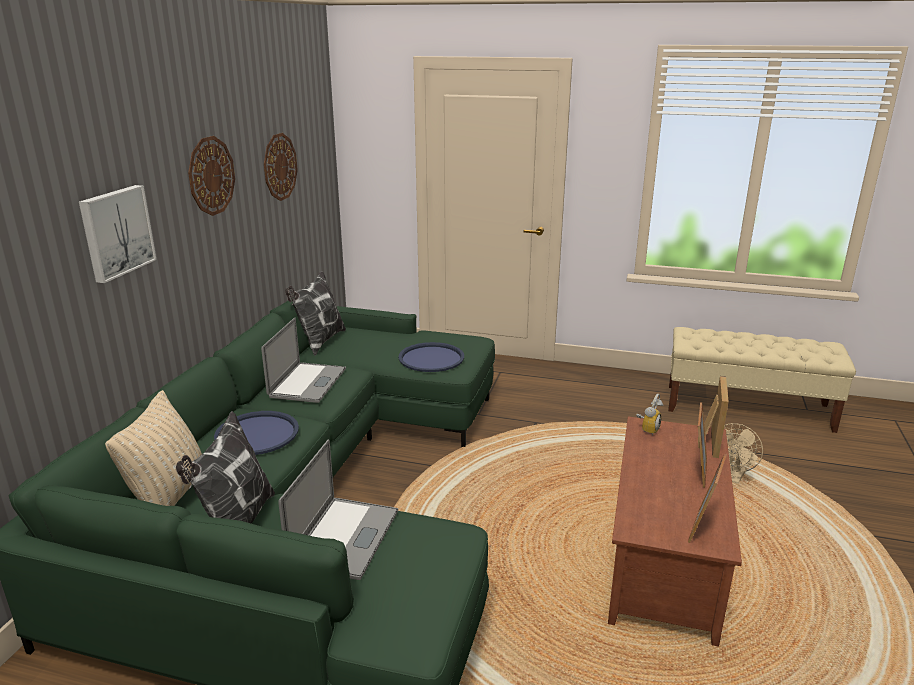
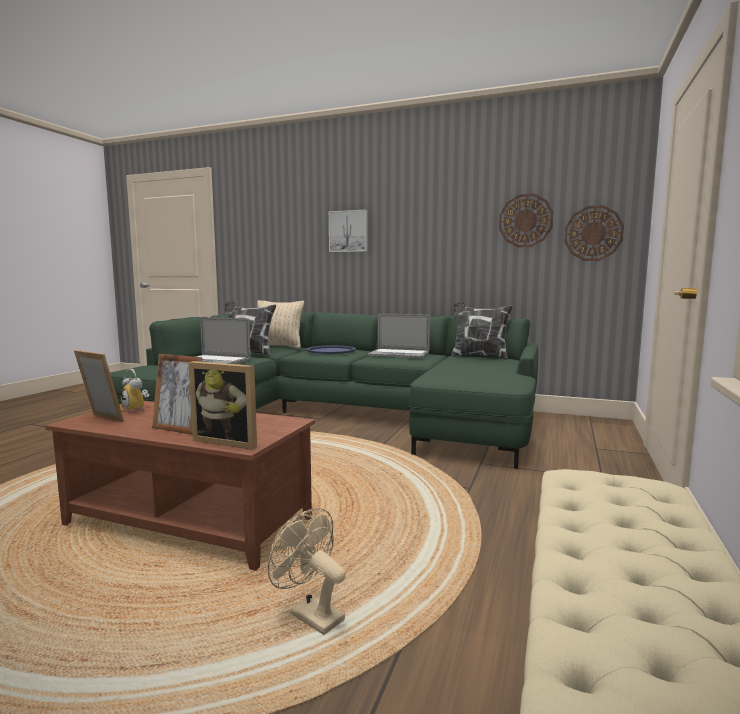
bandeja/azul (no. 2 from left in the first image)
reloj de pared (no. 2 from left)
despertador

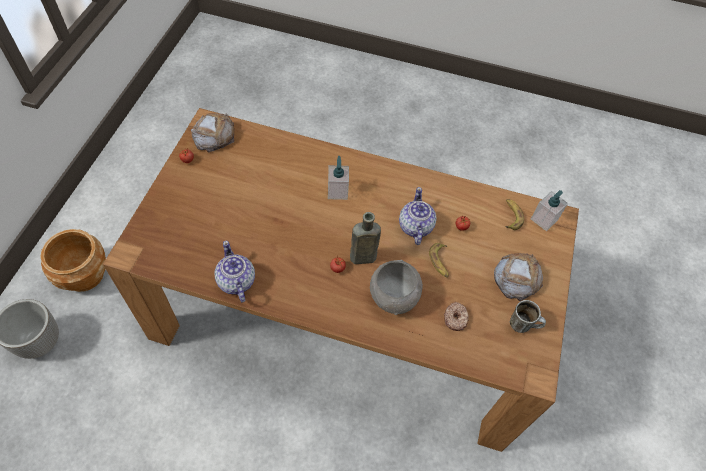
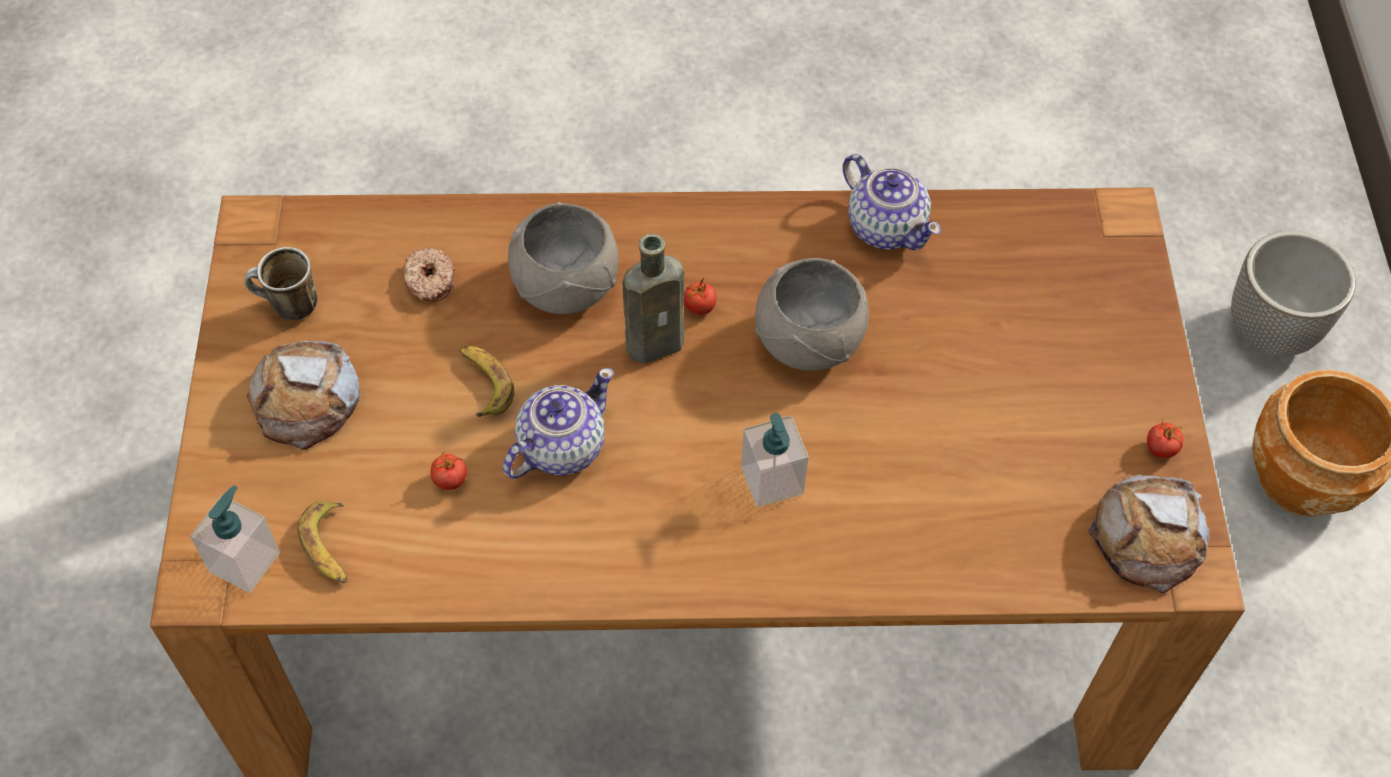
cuenco/gris (no. 2 from left)
tetera (no. 1 from left)

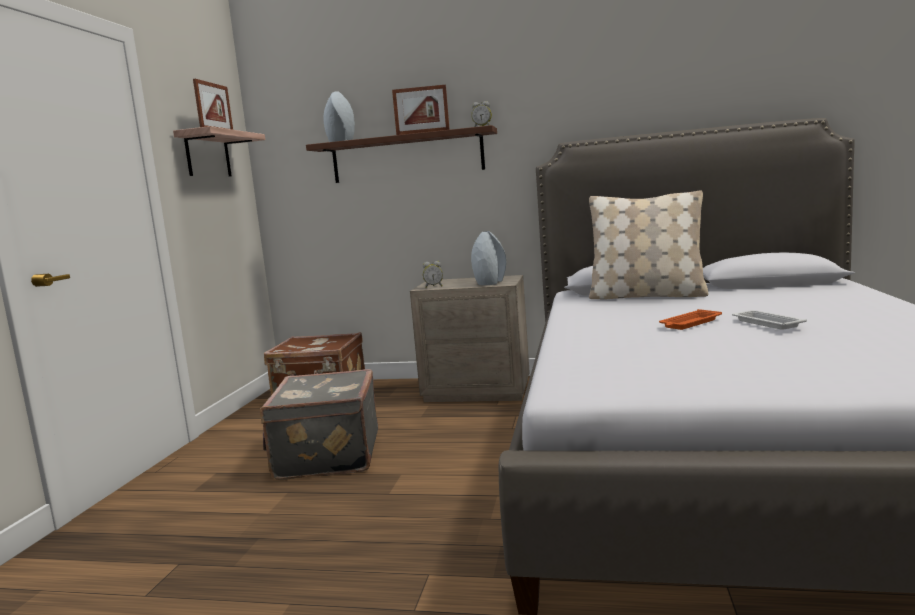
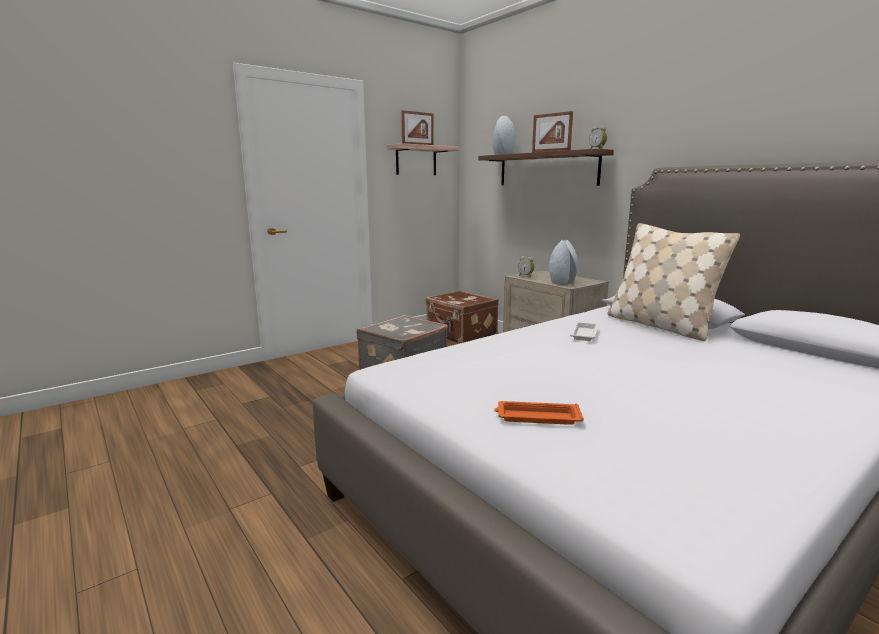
bandeja/naranja
bandeja/blanco

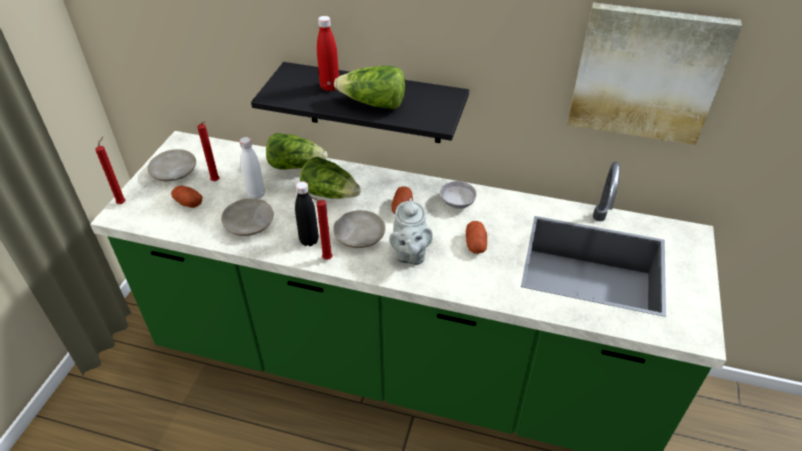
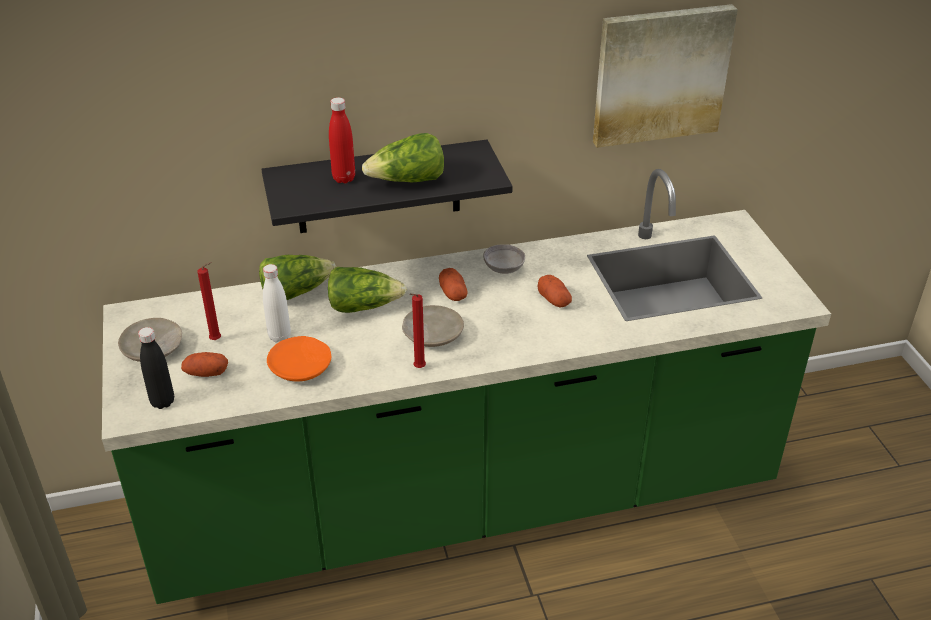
vela/rojo (no. 1 from left in the first image)
tetera/gris
botella/negro
plato/naranja

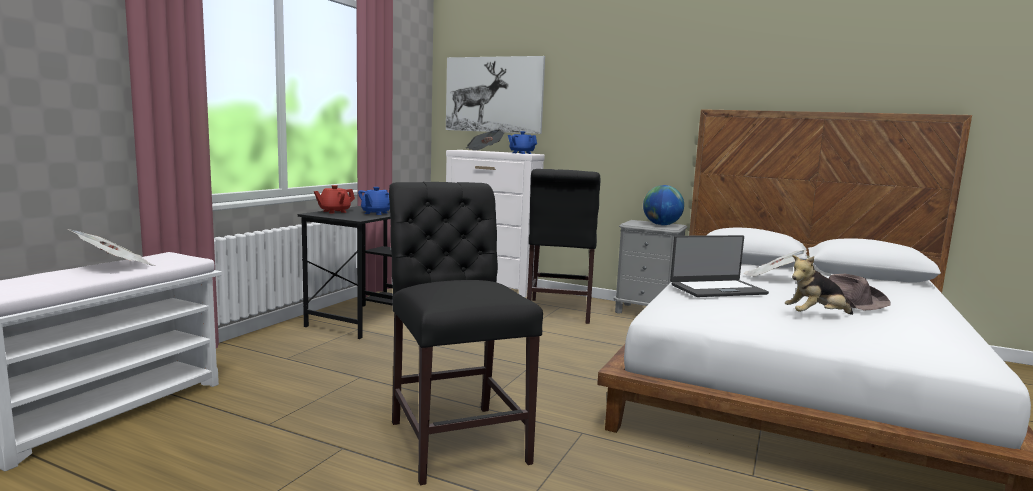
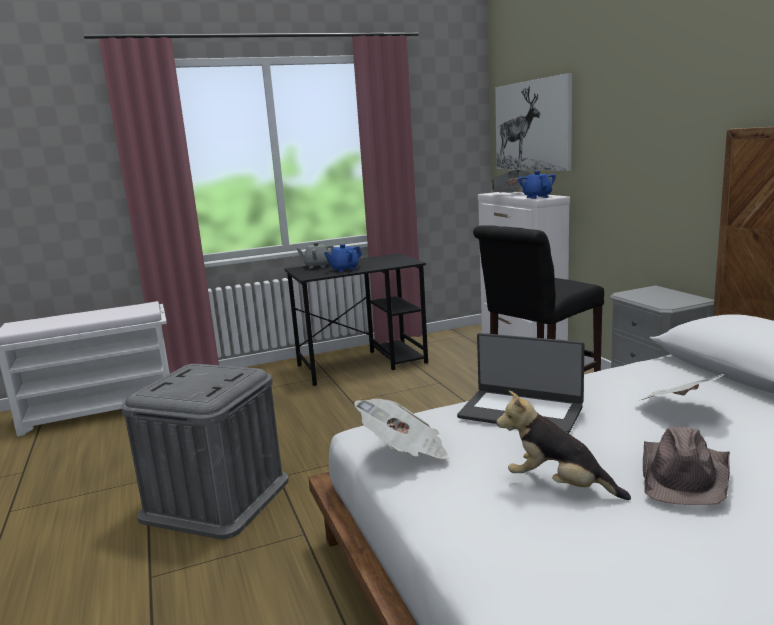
globo terráqueo
periódico (no. 1 from left)
caja de almacenaje/gris
tetera/gris

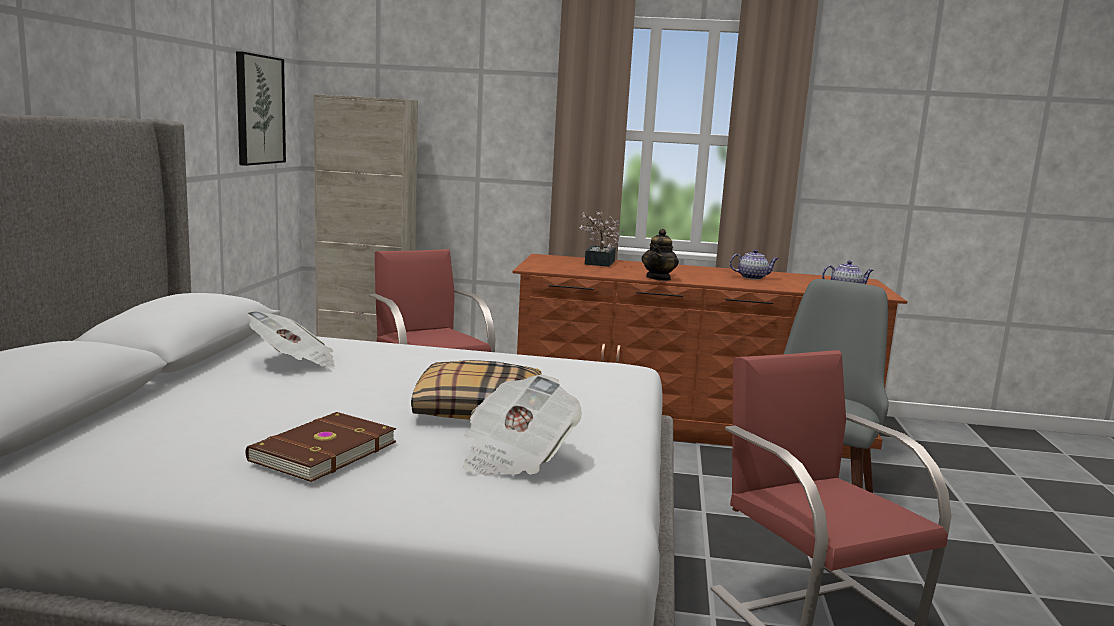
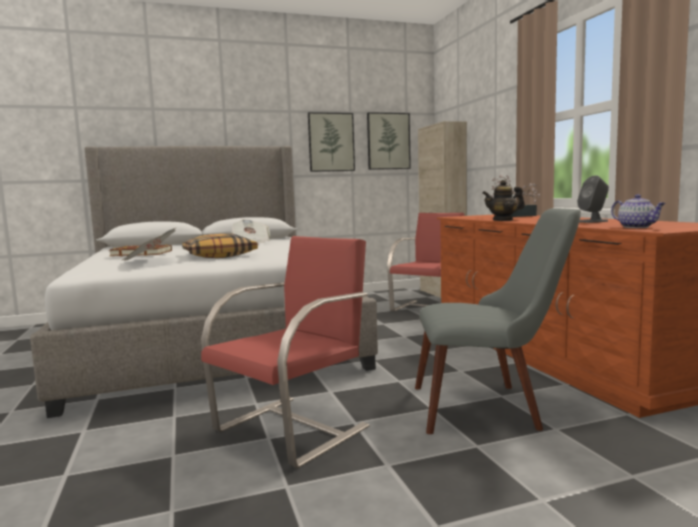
cuadro (no. 1 from left)
altavoz/gris

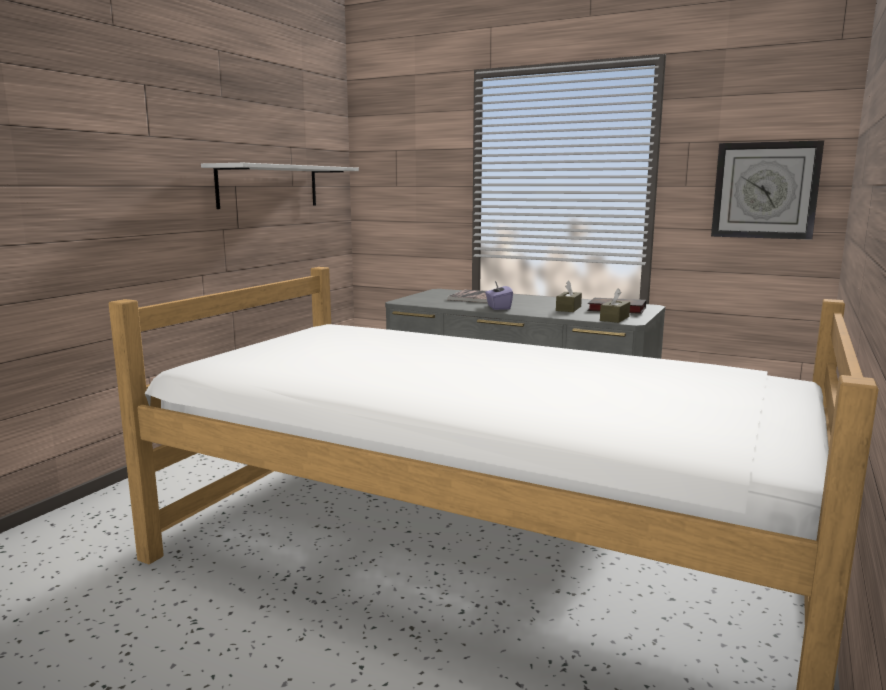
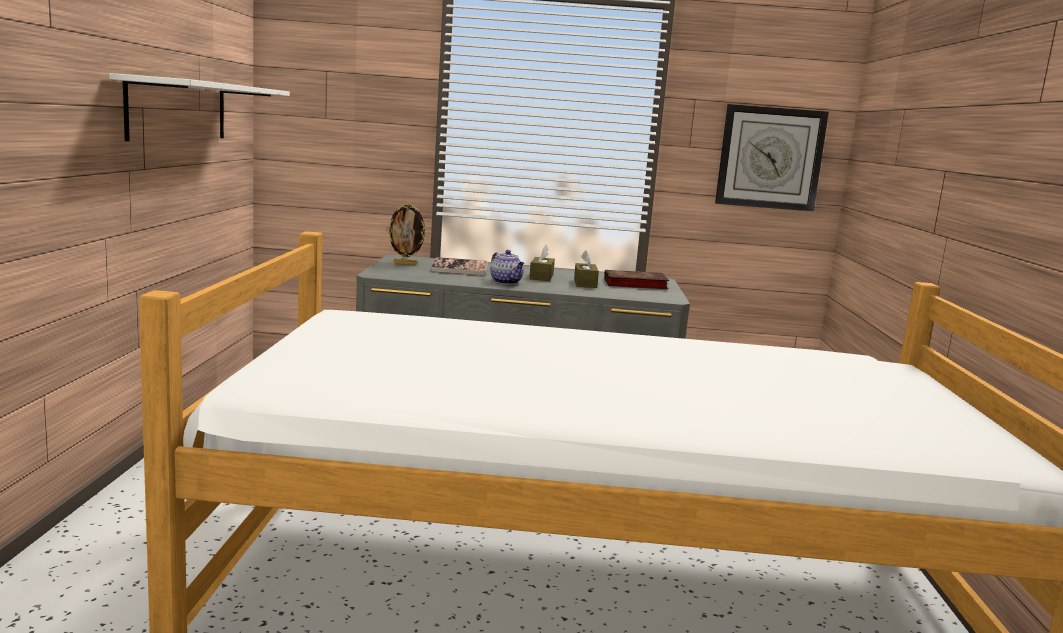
portarretratos
caja de pañuelos/marrón (no. 1 from left)
tetera

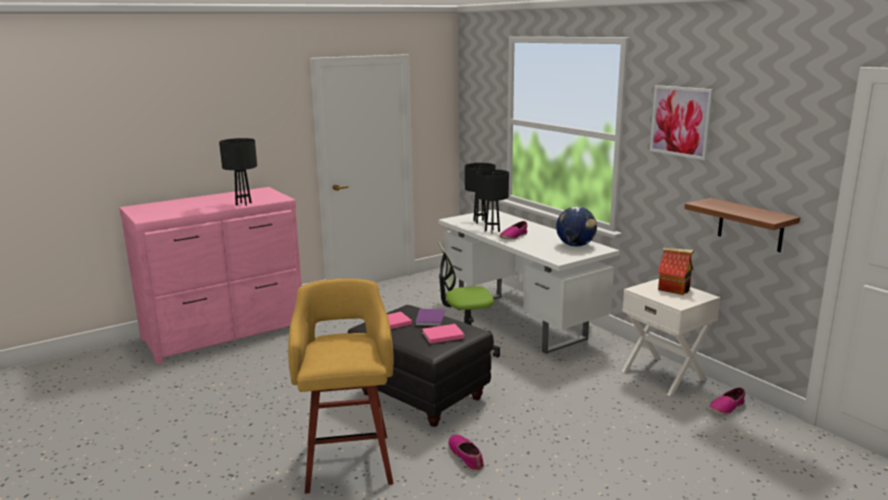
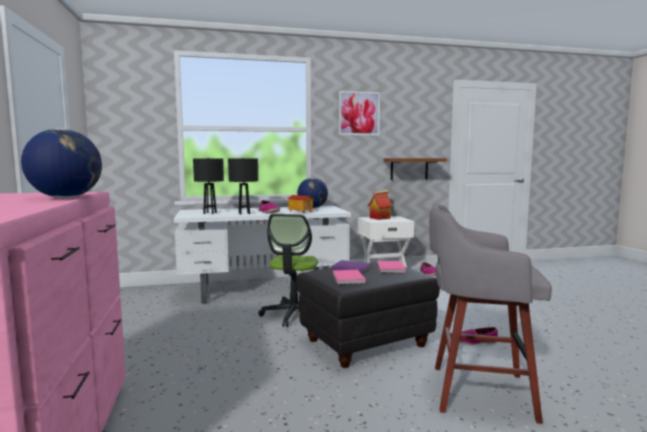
casita (no. 1 from left)
globo terráqueo (no. 1 from left)
taburete/gris

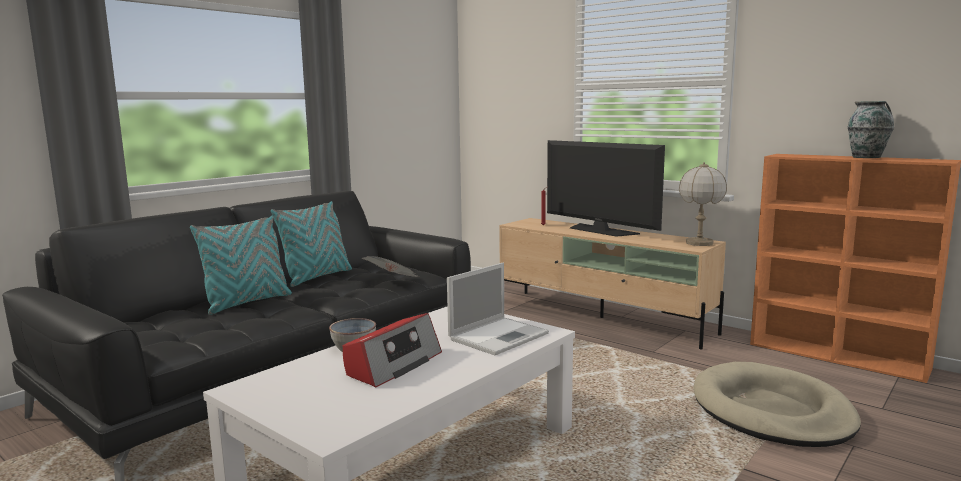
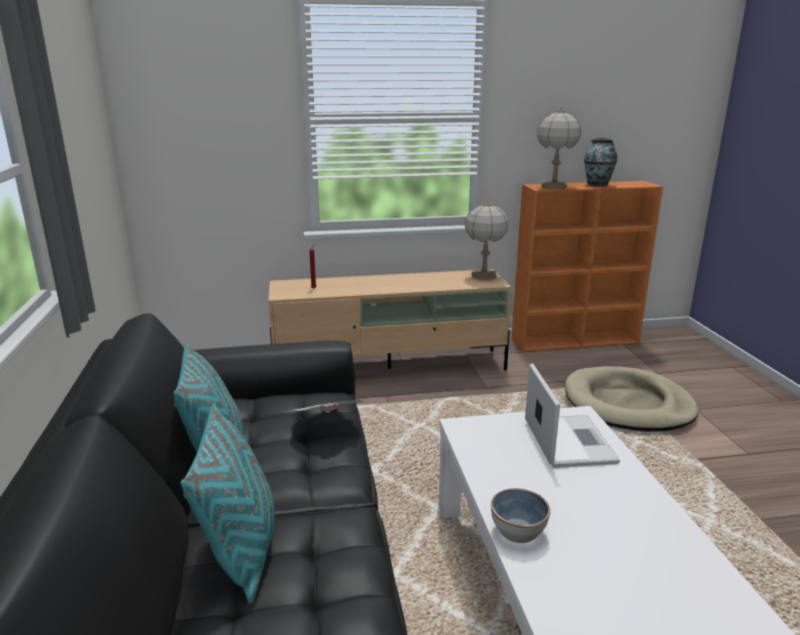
radio
televisor
lámpara de mesa (no. 2 from left)

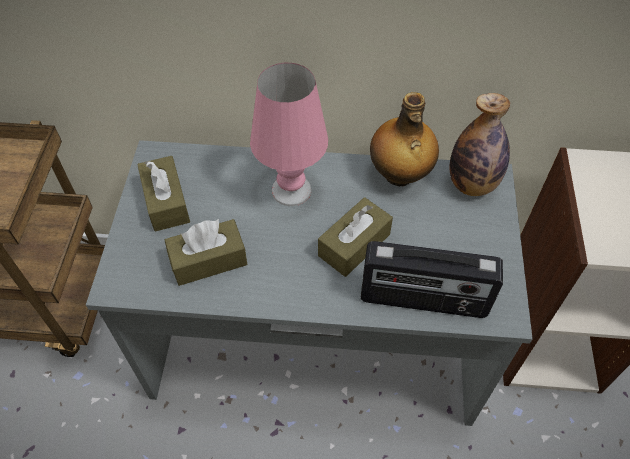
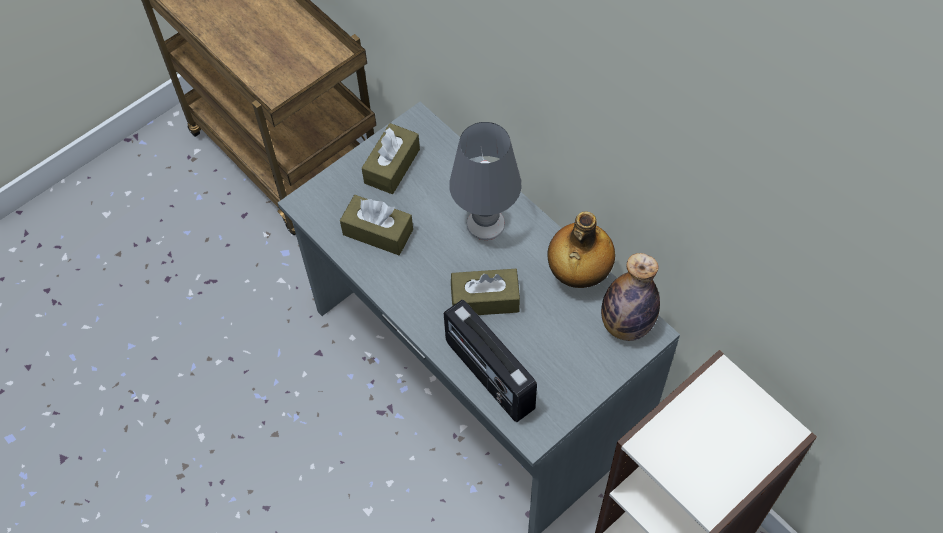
lámpara de mesa/gris

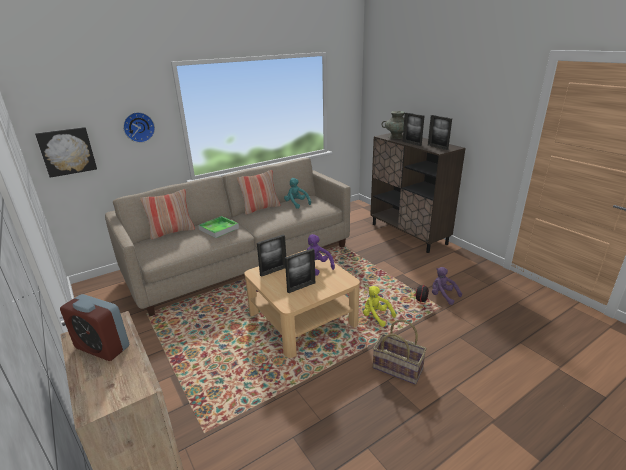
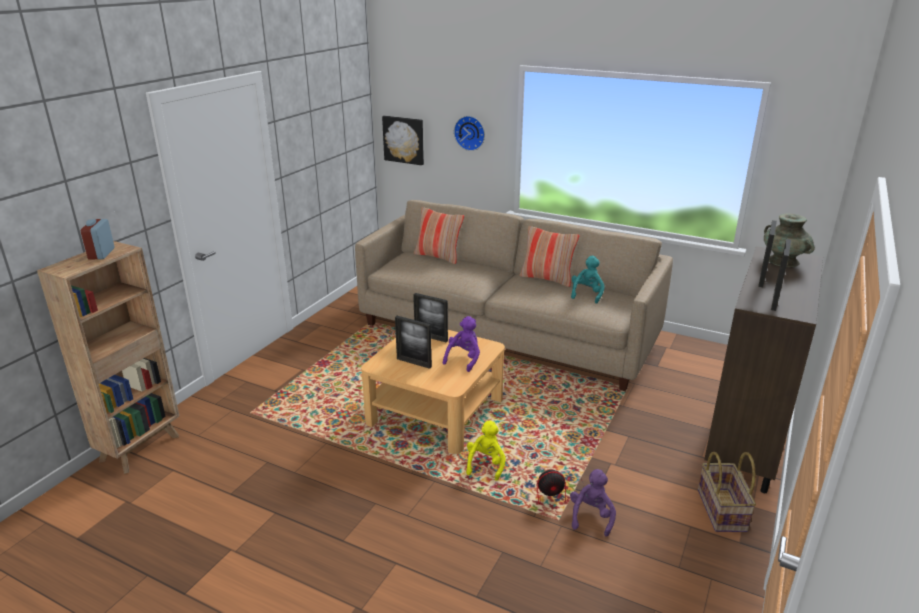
bandeja
cesta

